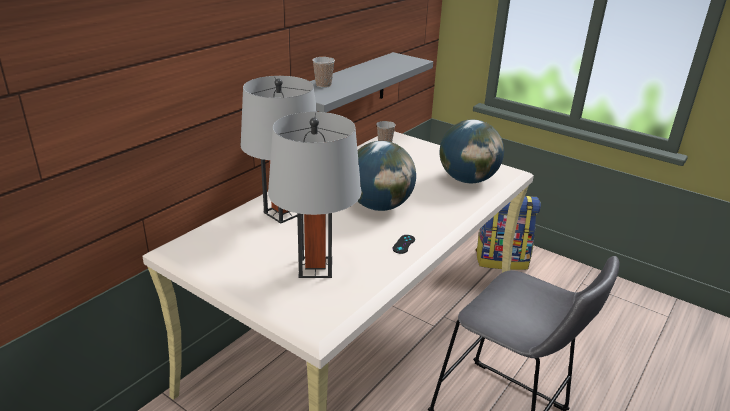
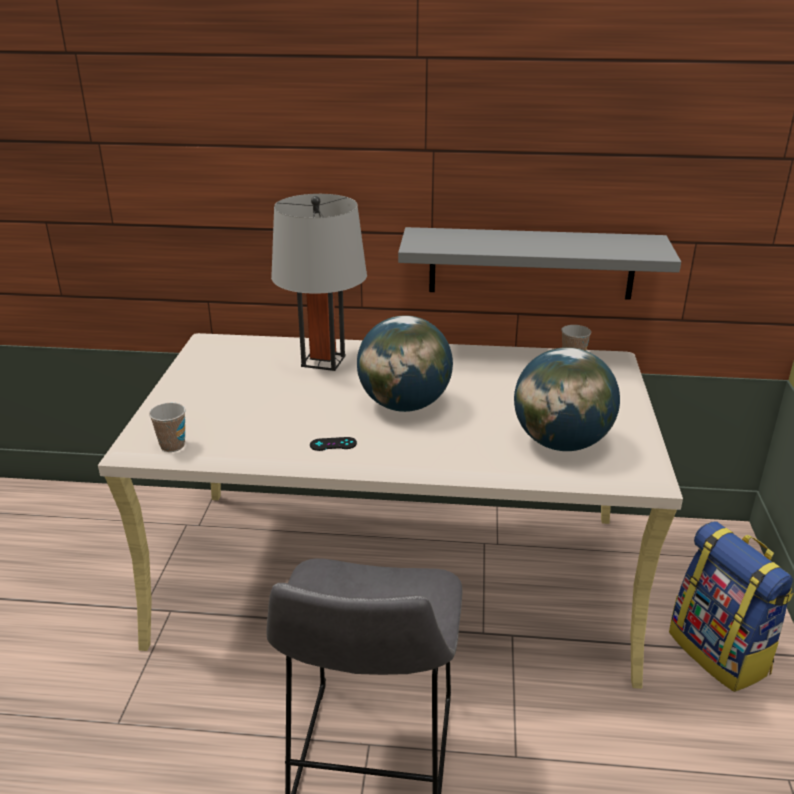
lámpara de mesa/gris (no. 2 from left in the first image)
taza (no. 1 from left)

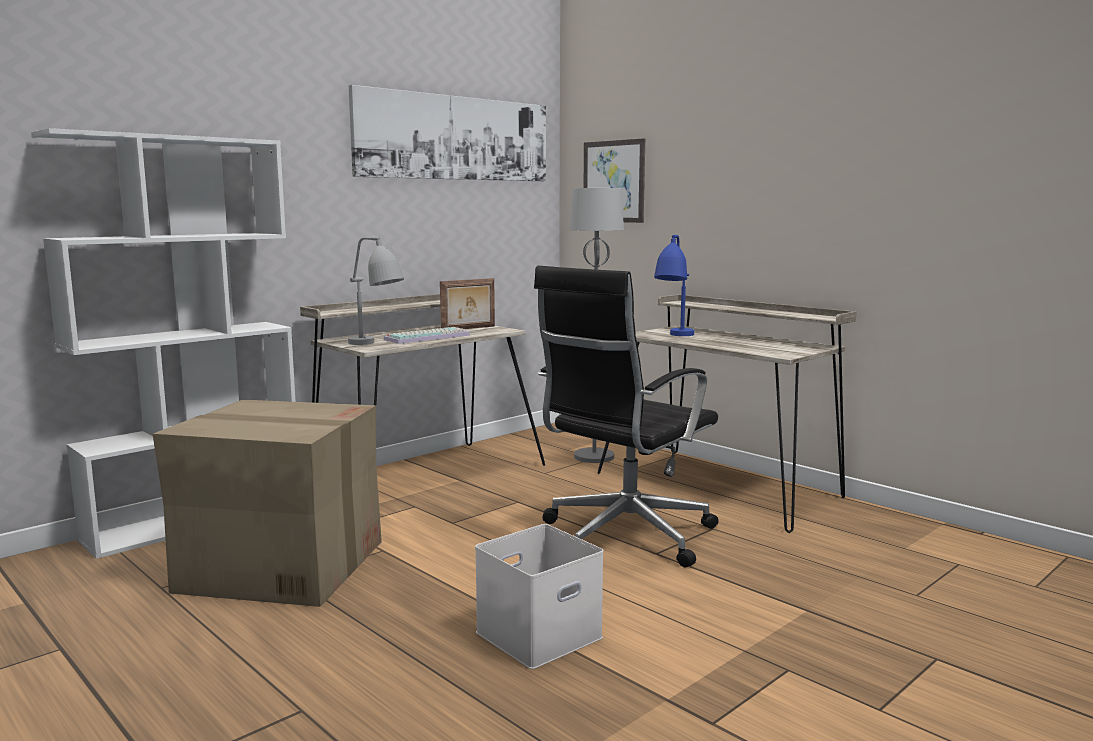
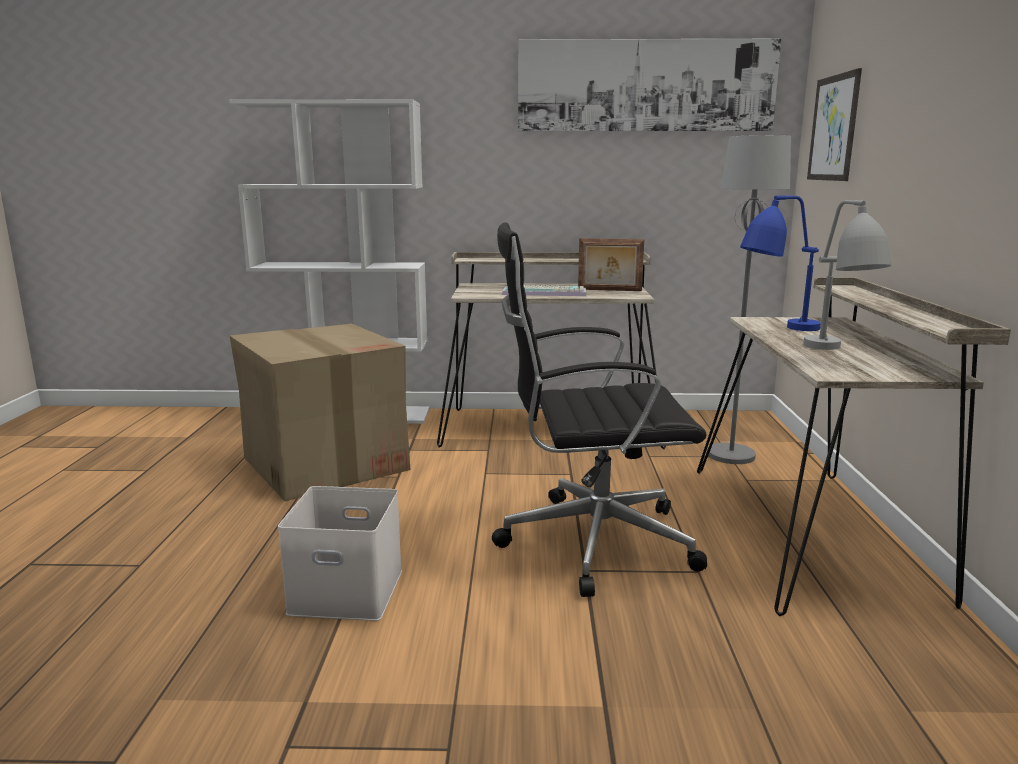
lámpara de mesa/gris

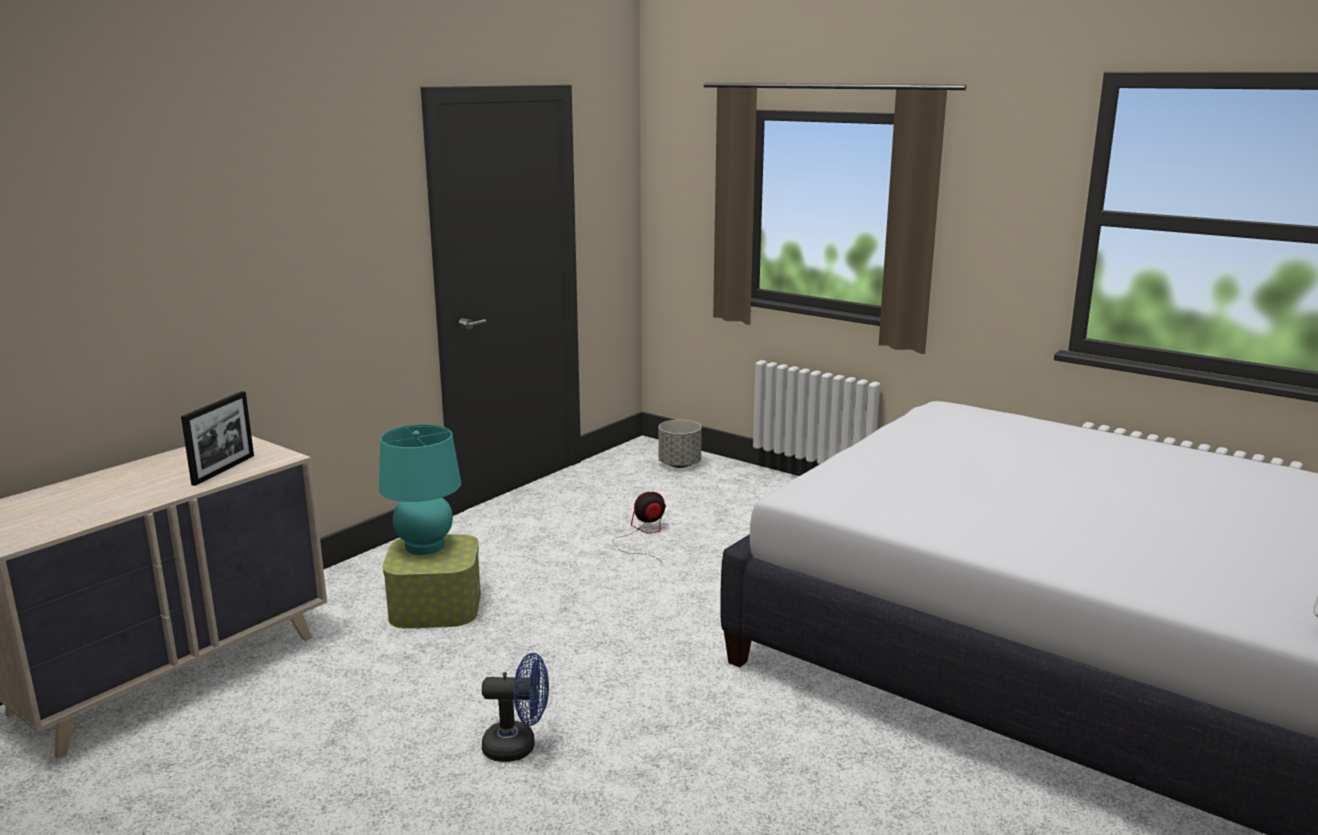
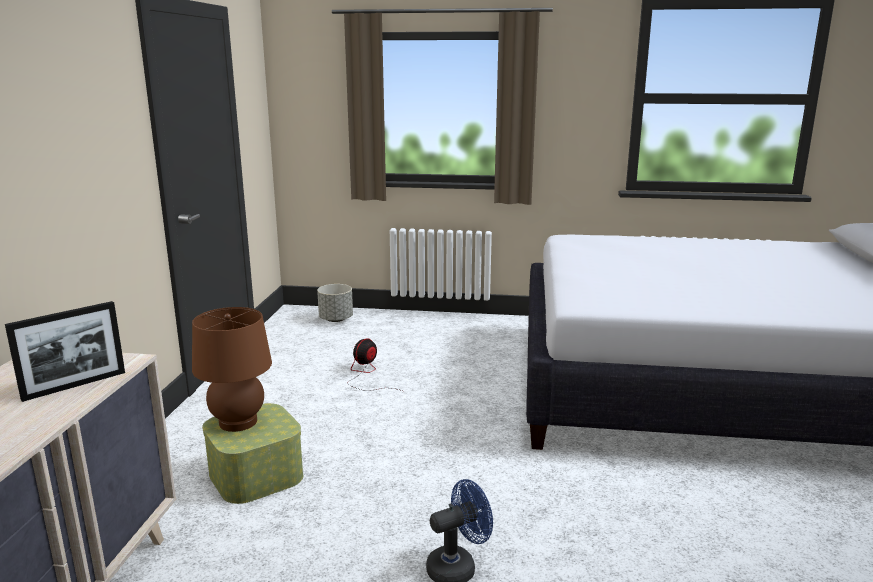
lámpara de mesa/marrón
portarretratos

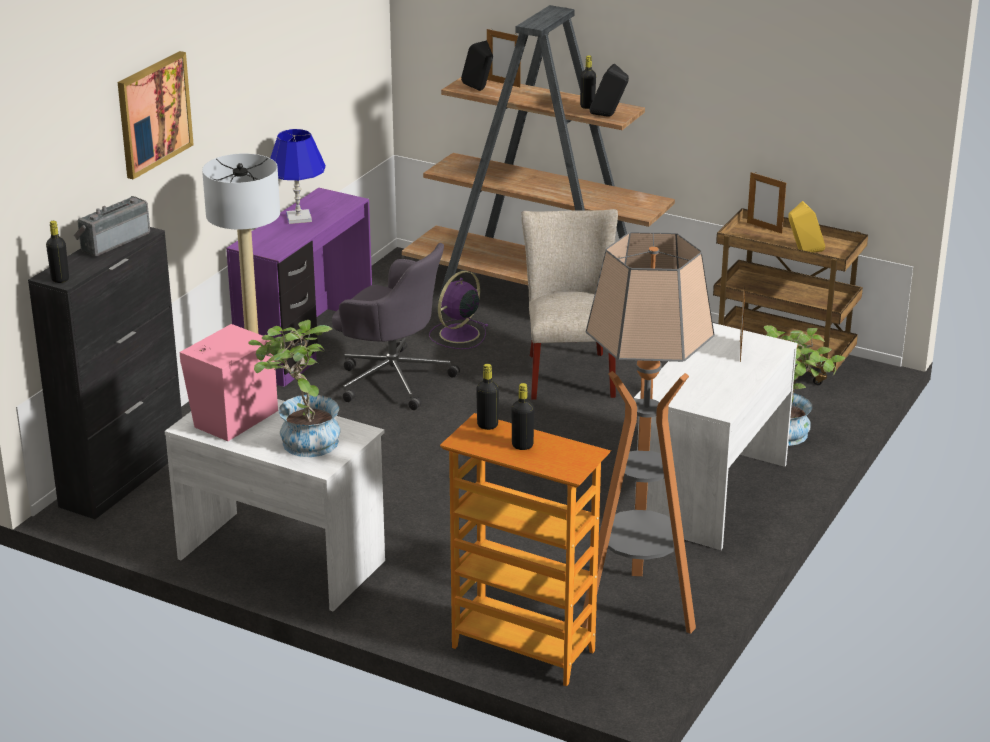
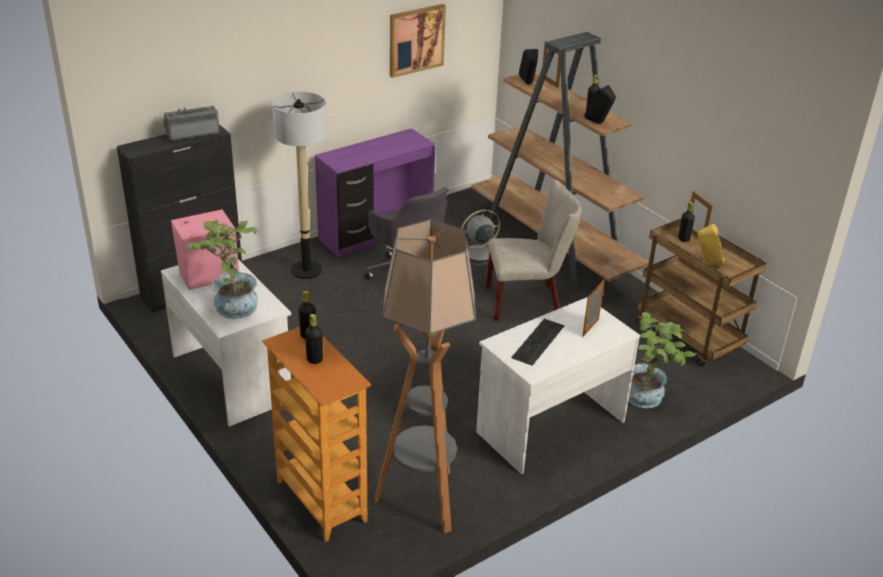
lámpara de mesa/azul
teclado
botella/negro (no. 4 from left)
cuadro
ventilador/gris
silla/beis

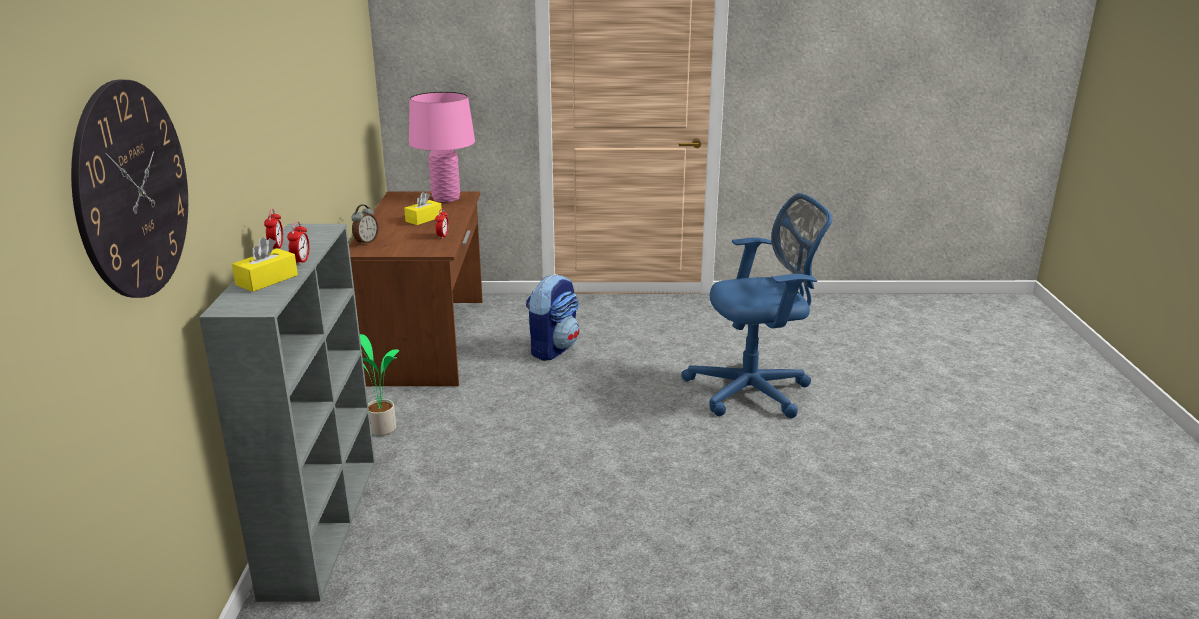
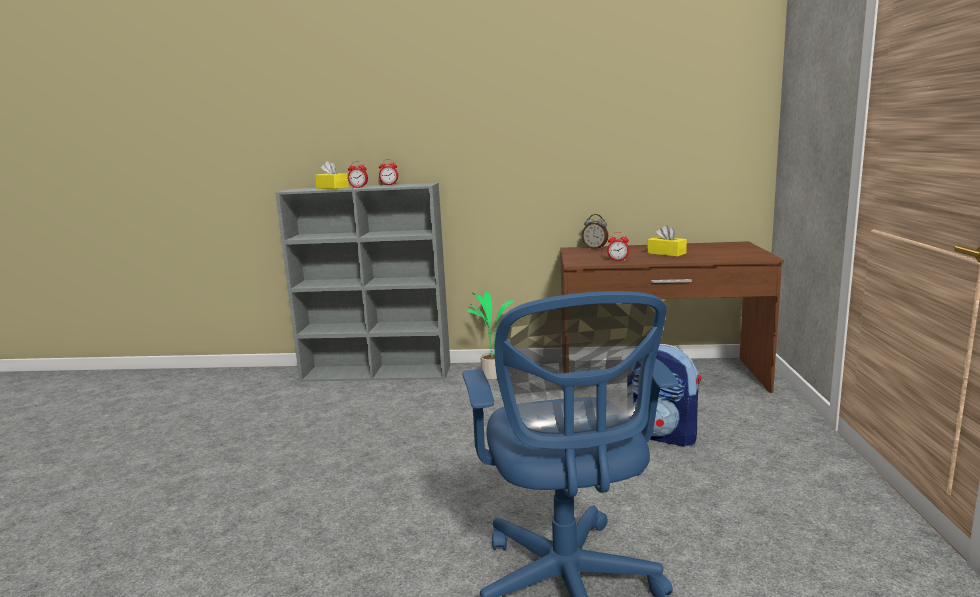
reloj de pared
lámpara de mesa/rosa

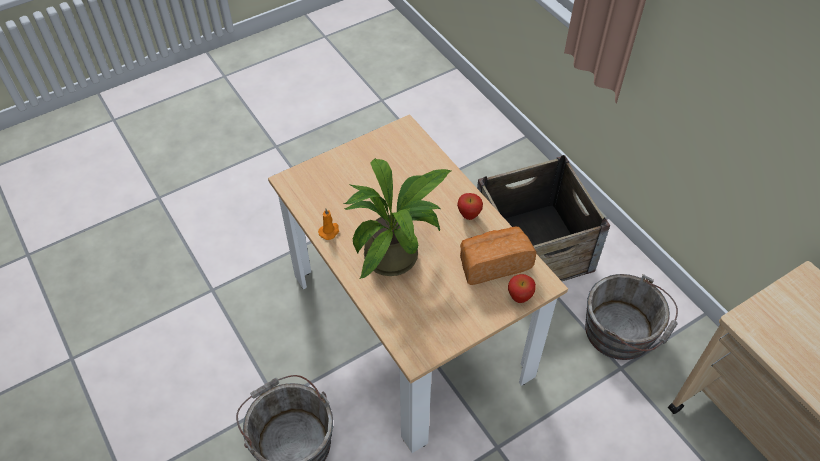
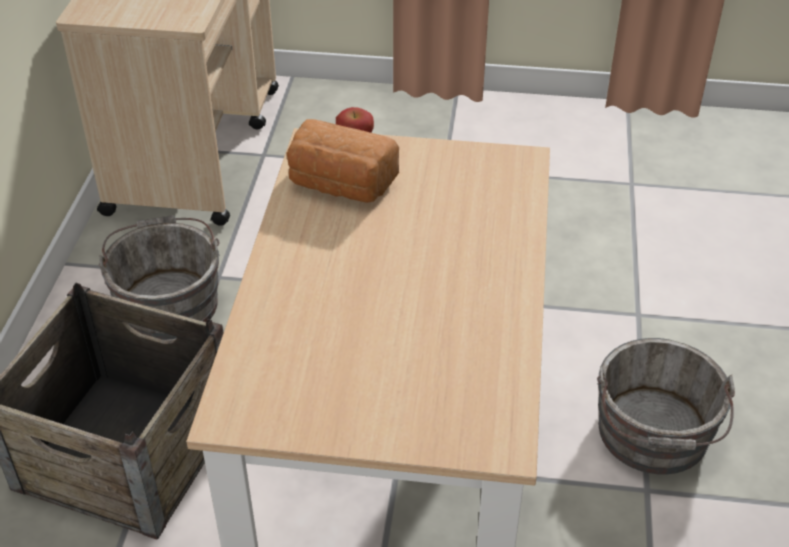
vela/naranja
planta en maceta
manzana (no. 1 from left in the first image)

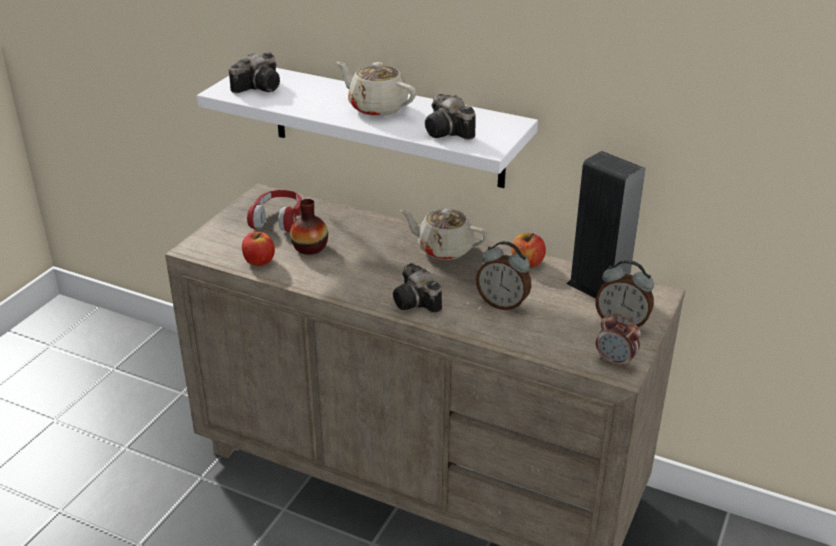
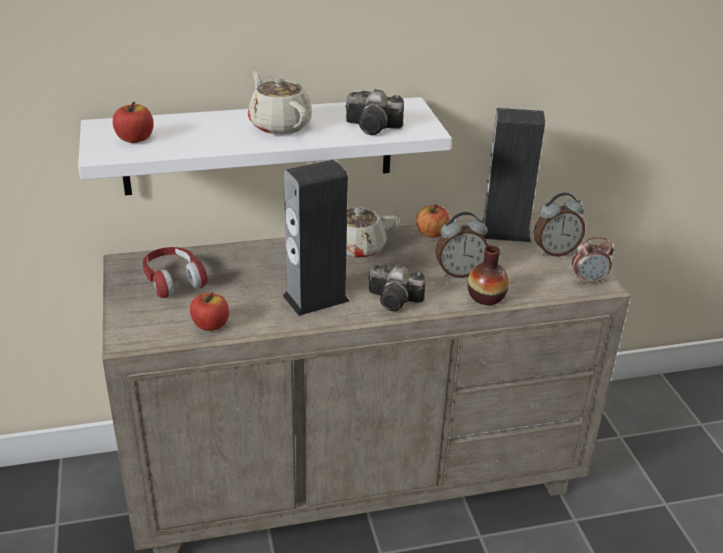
altavoz (no. 1 from left)
florero
manzana (no. 1 from left)
tetera/beis (no. 1 from left)

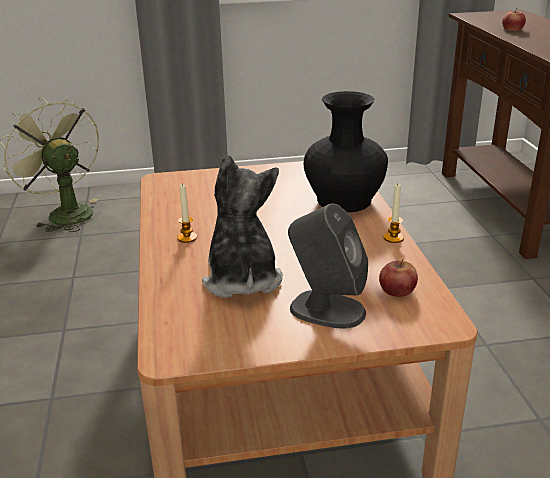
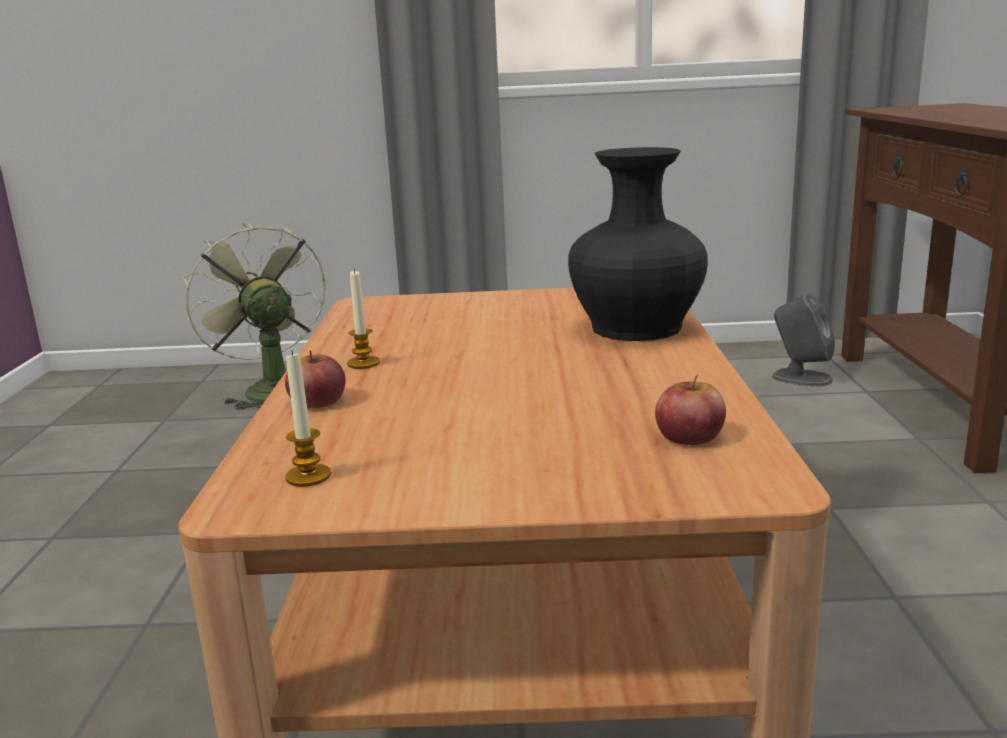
peluche
altavoz/gris
vela (no. 1 from left)
manzana (no. 1 from left)

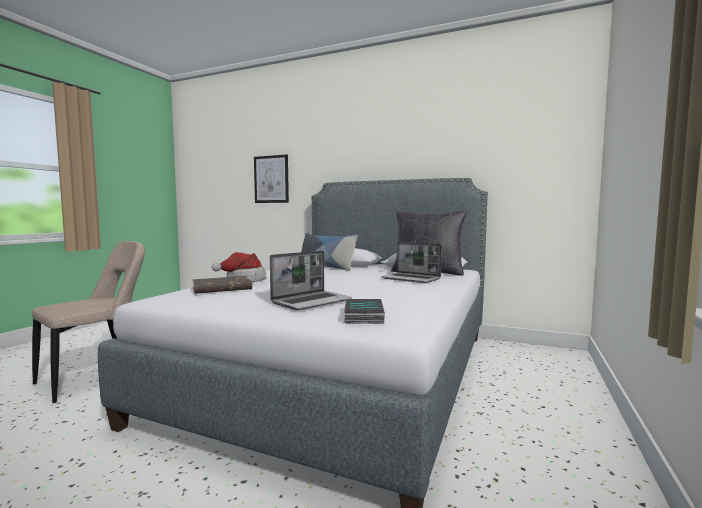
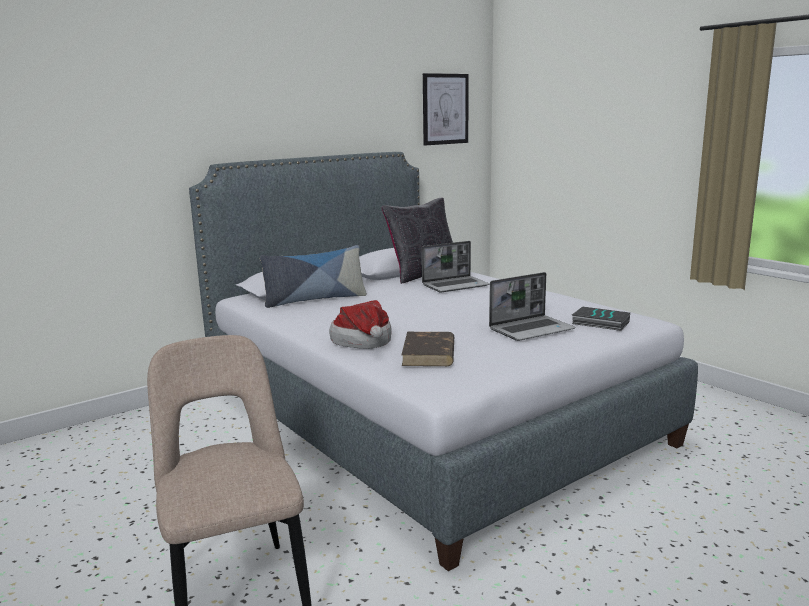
cuadro
portátil (no. 2 from left)

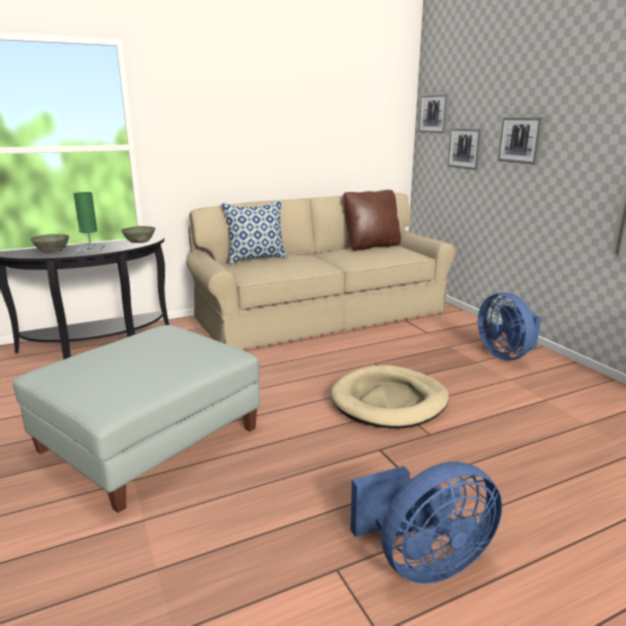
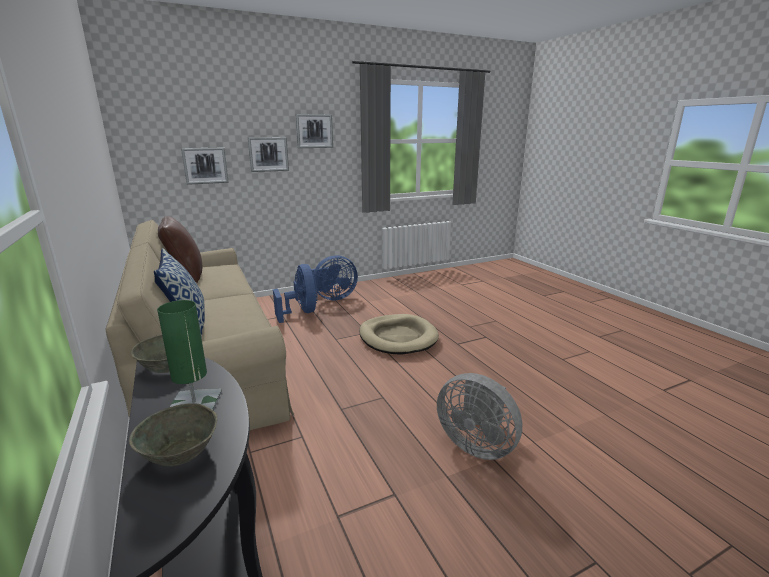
ventilador/azul (no. 1 from left)
cuadro (no. 3 from left)
ventilador/gris

